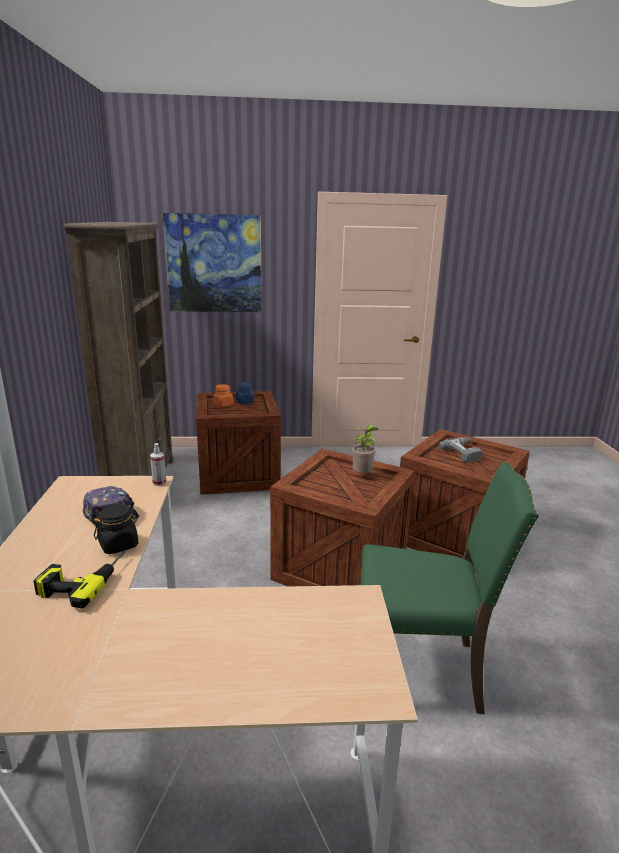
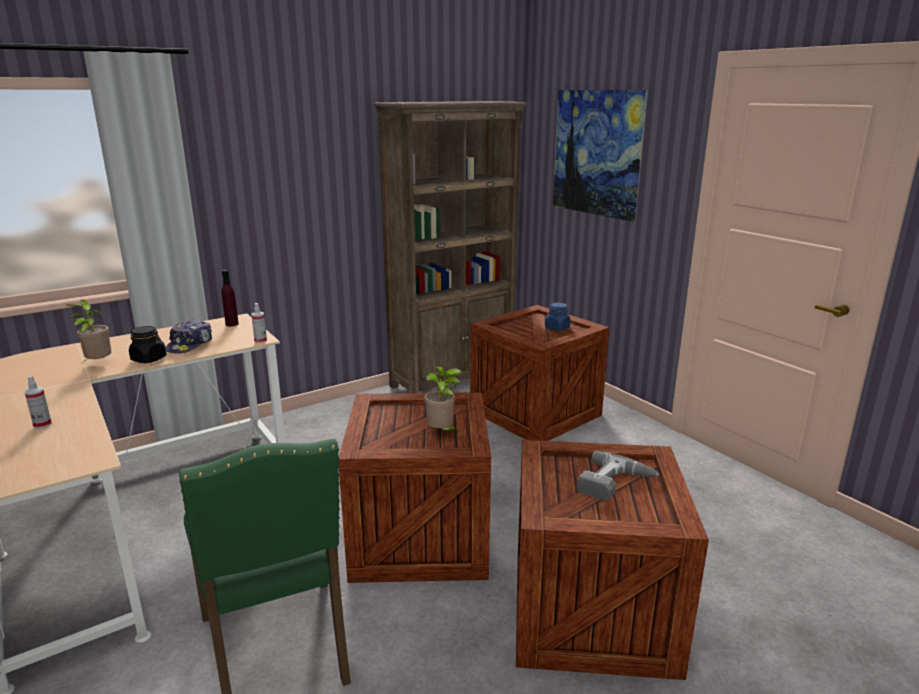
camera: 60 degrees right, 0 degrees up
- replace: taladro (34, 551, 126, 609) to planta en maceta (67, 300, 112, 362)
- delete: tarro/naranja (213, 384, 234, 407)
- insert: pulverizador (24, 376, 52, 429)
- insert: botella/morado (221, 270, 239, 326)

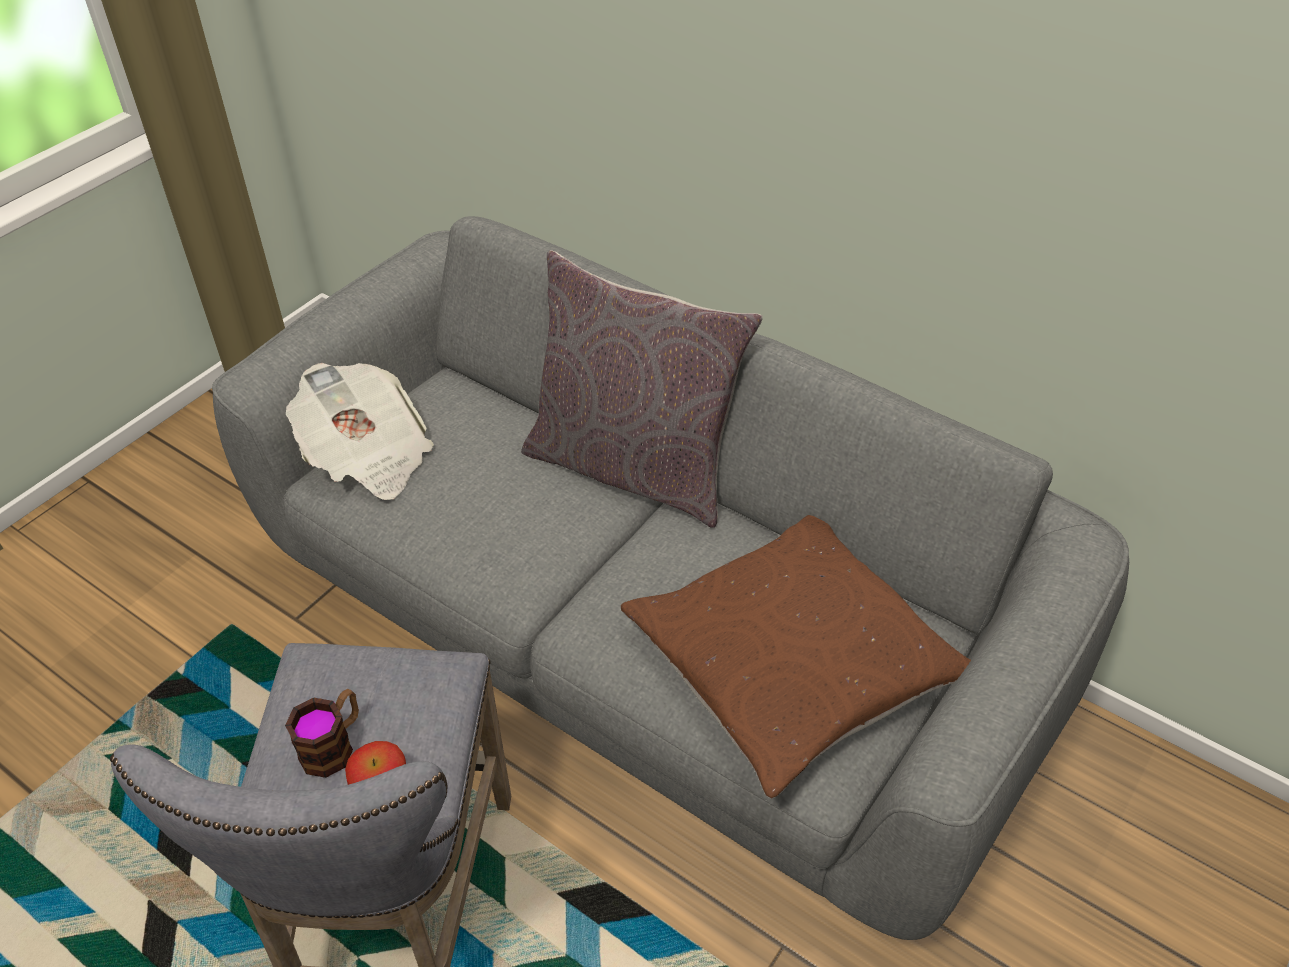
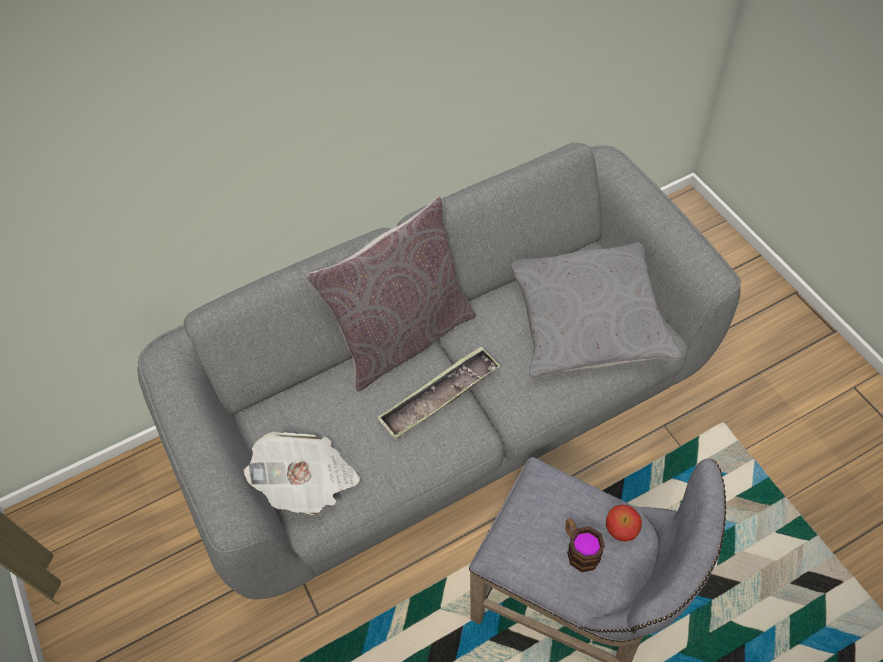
camera: 60 degrees left, 10 degrees up
- recolor: cojín/marrón (621, 515, 971, 799) to cojín/gris (510, 242, 683, 378)
- insert: bandeja (377, 346, 500, 439)

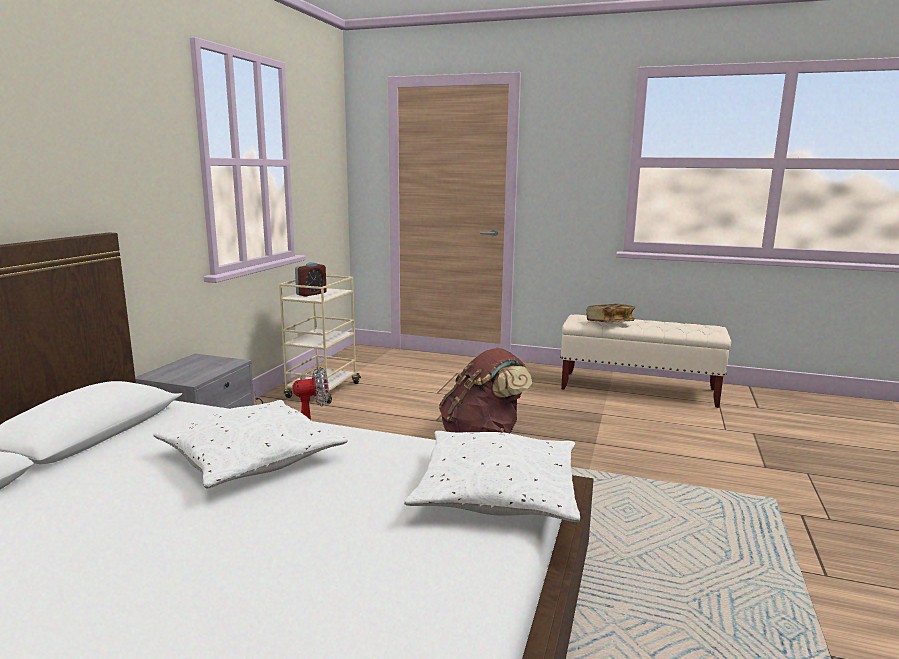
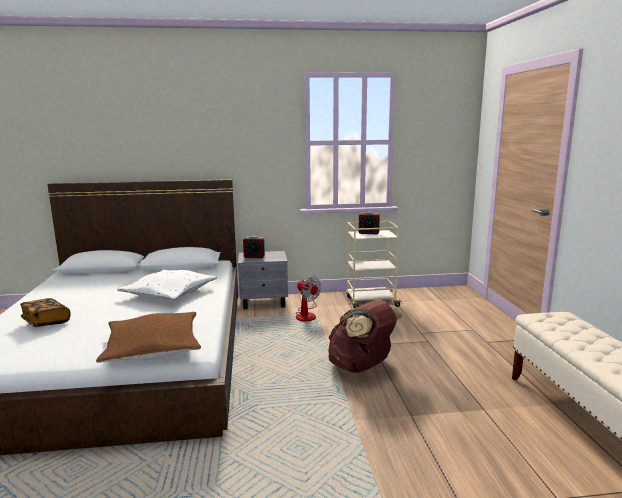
camera: 65 degrees right, 0 degrees up
- recolor: cojín/blanco (404, 431, 580, 522) to cojín/marrón (96, 312, 201, 363)
- move: libro (587, 304, 635, 322) to (20, 298, 71, 327)
- insert: despertador (243, 236, 265, 258)

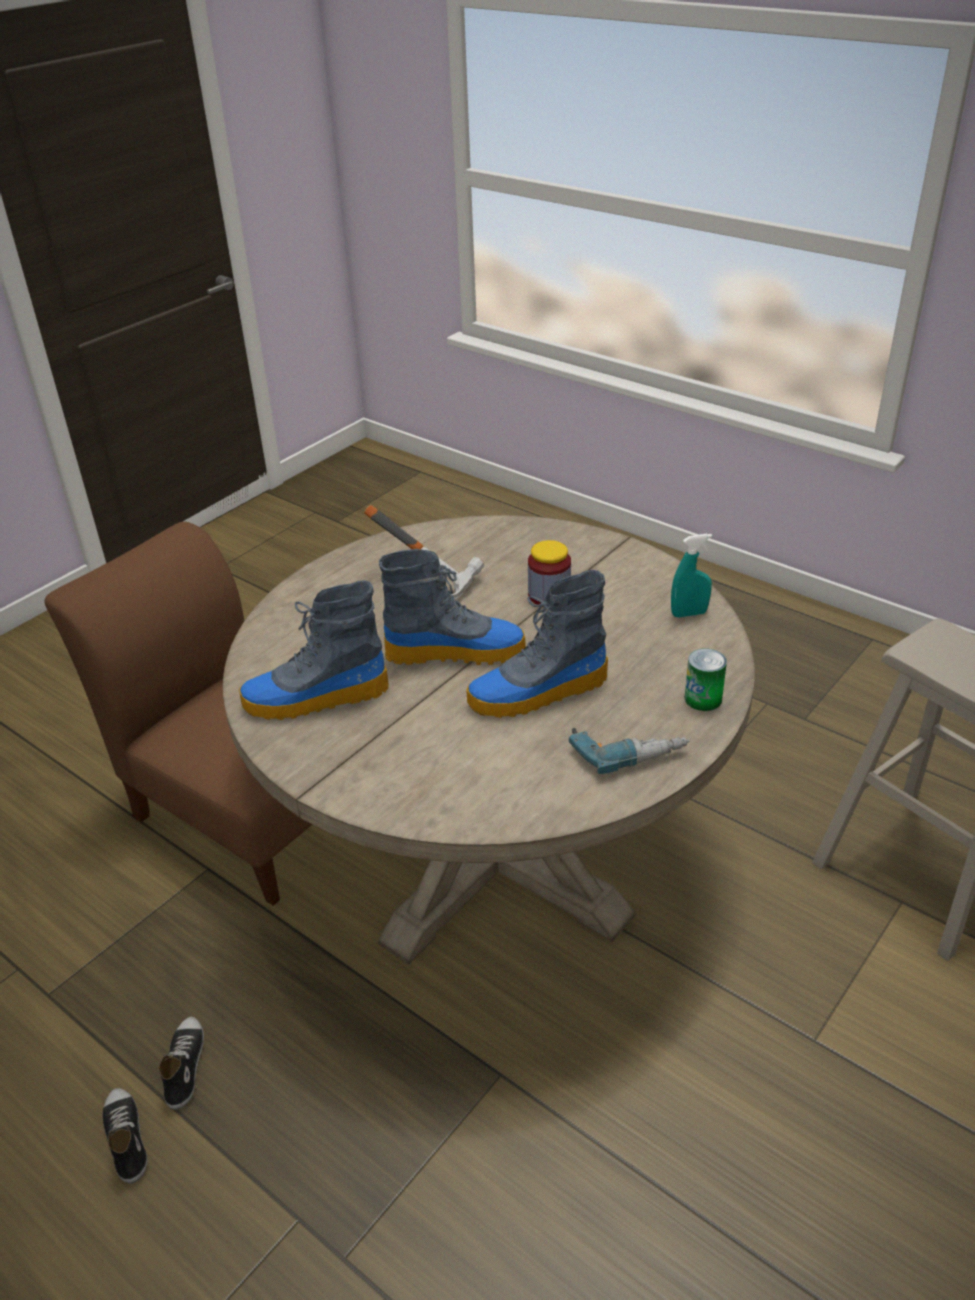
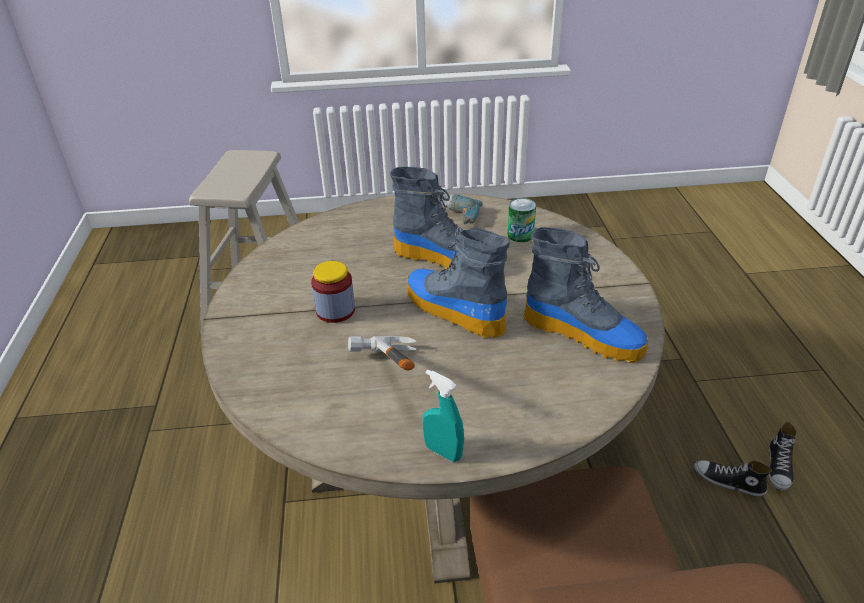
camera: 135 degrees left, 0 degrees up
- rotate: zapato (158, 1017, 204, 1110) = (694, 460, 772, 497) 75 degrees clockwise
- move: pulverizador/turquesa (671, 534, 712, 617) to (423, 369, 464, 462)
- move: lata (685, 648, 727, 711) to (508, 198, 536, 242)

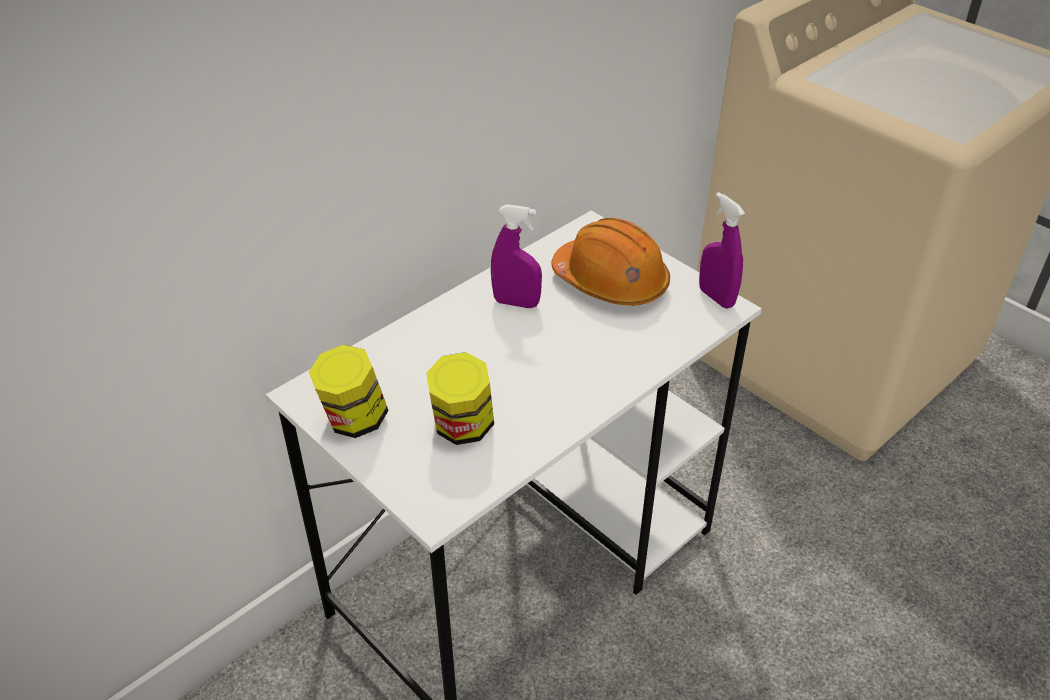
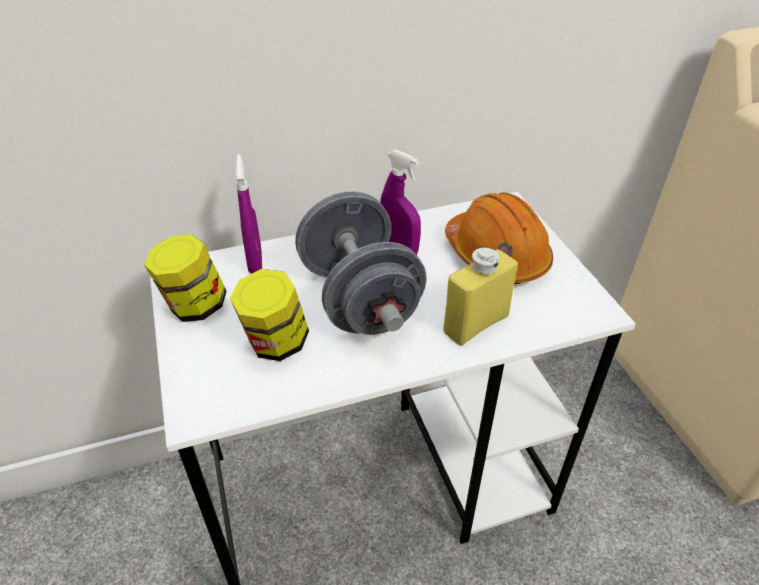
camera: 25 degrees right, 0 degrees up
- move: pulverizador/morado (699, 192, 745, 309) to (235, 154, 262, 273)
- insert: mancuerna/gris (295, 191, 427, 335)
- insert: botella/amarillo (443, 248, 518, 345)

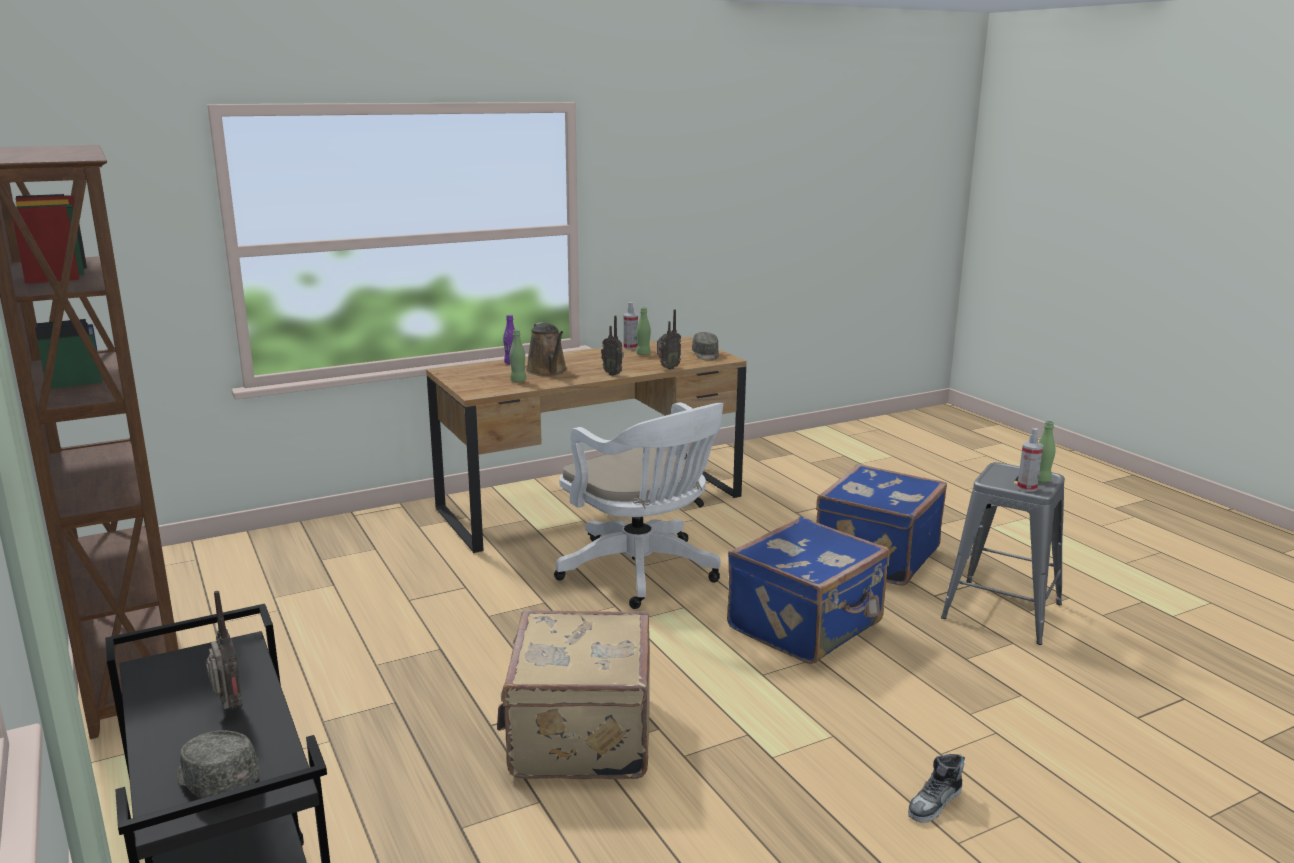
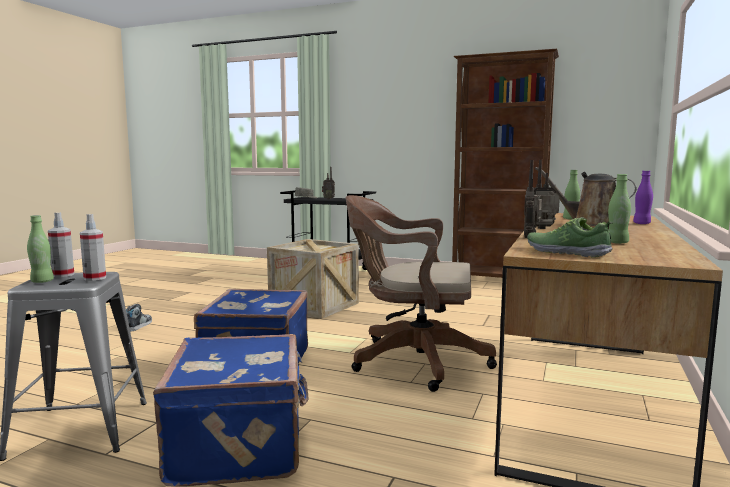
camera: 140 degrees right, 10 degrees down
- replace: maleta/beis (497, 610, 650, 779) to caja de embalaje (267, 239, 359, 319)
- recolor: silla de oficina/blanco (554, 402, 724, 609) to silla de oficina/marrón (346, 195, 497, 392)
- move: pulverizador (624, 302, 638, 349) to (80, 214, 106, 281)
- replace: gorra/gris (692, 332, 719, 360) to zapato (527, 217, 613, 258)

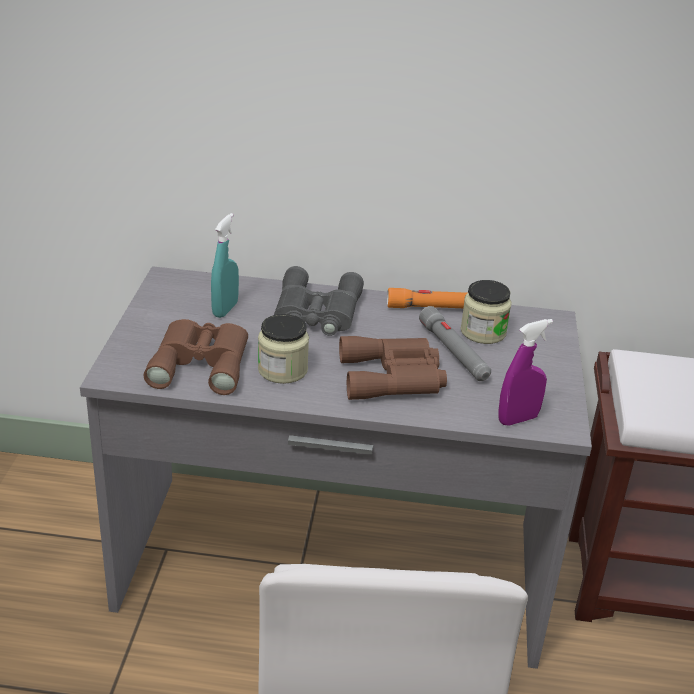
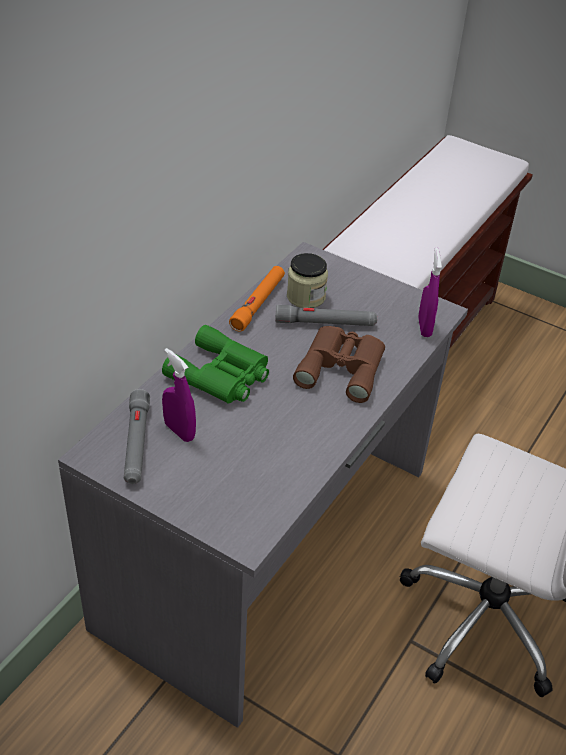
camera: 65 degrees left, 10 degrees up
- delete: prismáticos/marrón (144, 319, 248, 395)
- recolor: pulverizador/turquesa (211, 213, 239, 318) to pulverizador/morado (162, 348, 196, 442)
- delete: tarro (258, 314, 309, 384)
- recolor: prismáticos/gris (274, 266, 364, 336) to prismáticos/verde (162, 325, 269, 404)
- insert: linterna/gris (124, 389, 150, 484)

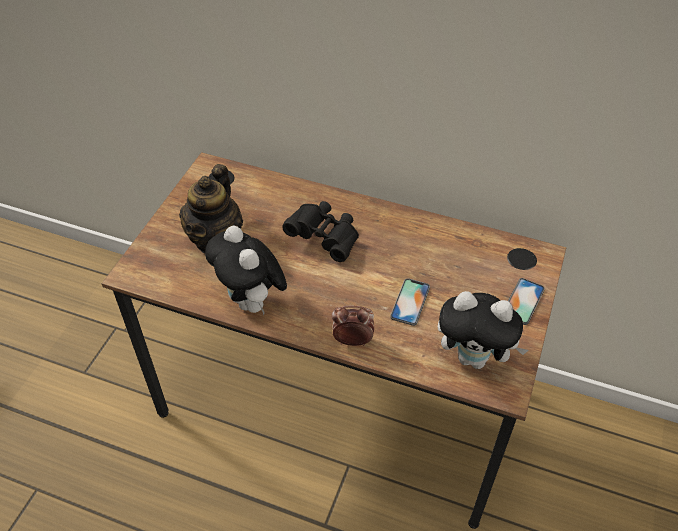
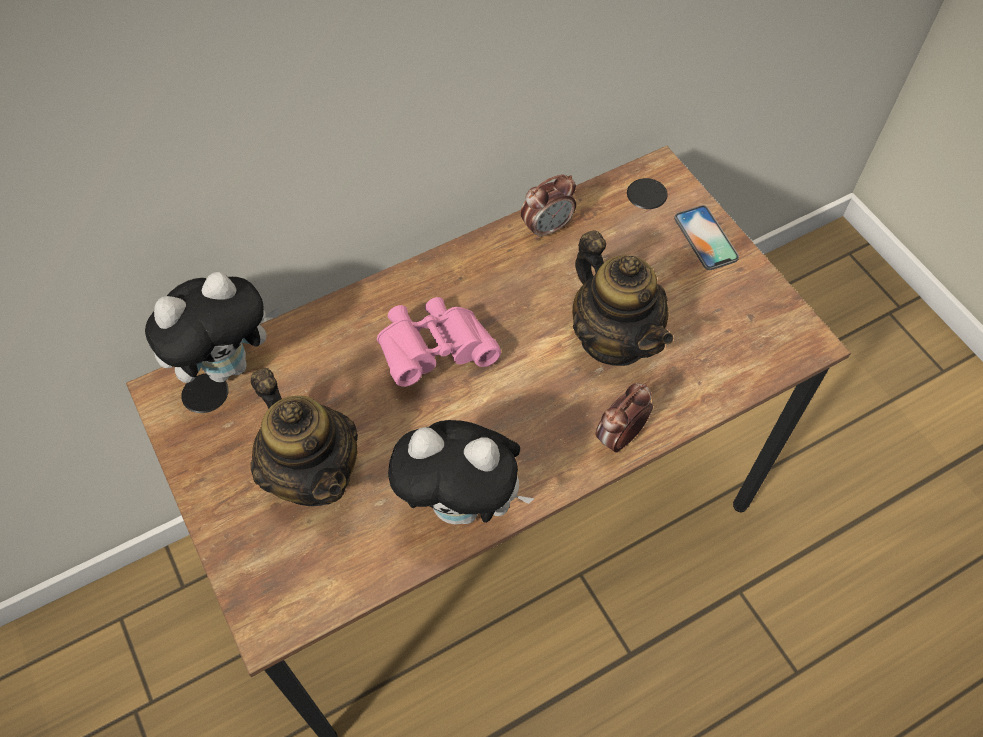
camera: 50 degrees left, 10 degrees up
- recolor: prismáticos/negro (282, 201, 359, 262) to prismáticos/rosa (377, 297, 501, 387)
- replace: móvil (390, 278, 430, 326) to tetera (572, 231, 673, 366)
- move: peluche (438, 291, 529, 369) to (145, 272, 280, 383)
- insert: despertador (520, 174, 576, 240)

